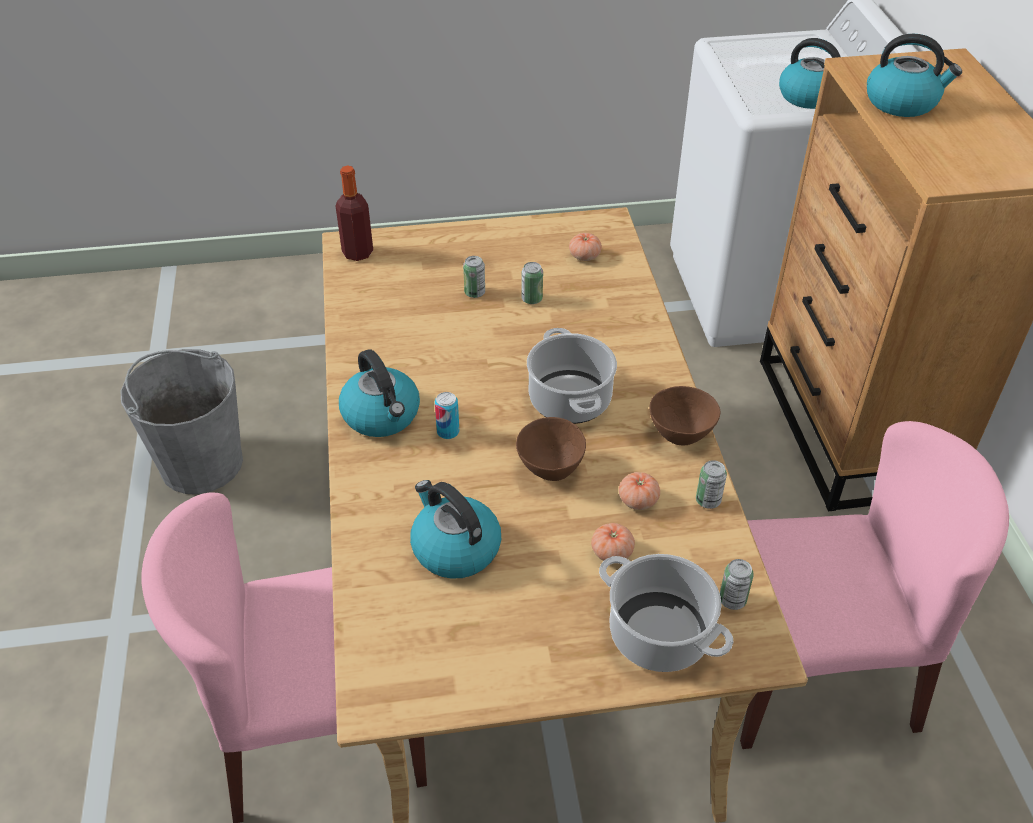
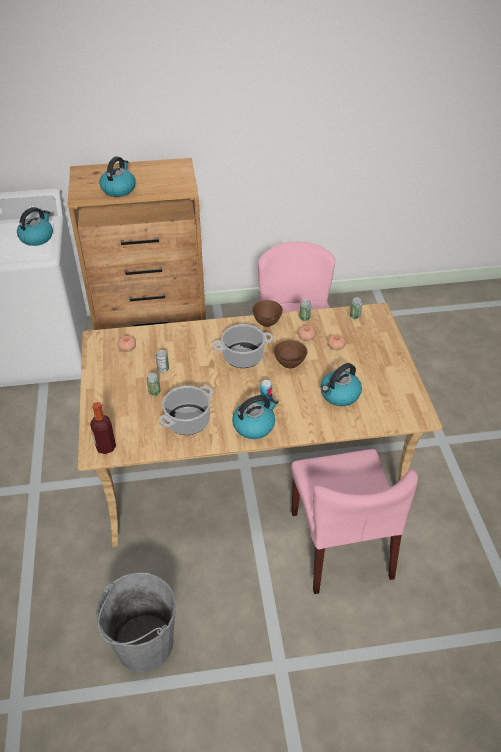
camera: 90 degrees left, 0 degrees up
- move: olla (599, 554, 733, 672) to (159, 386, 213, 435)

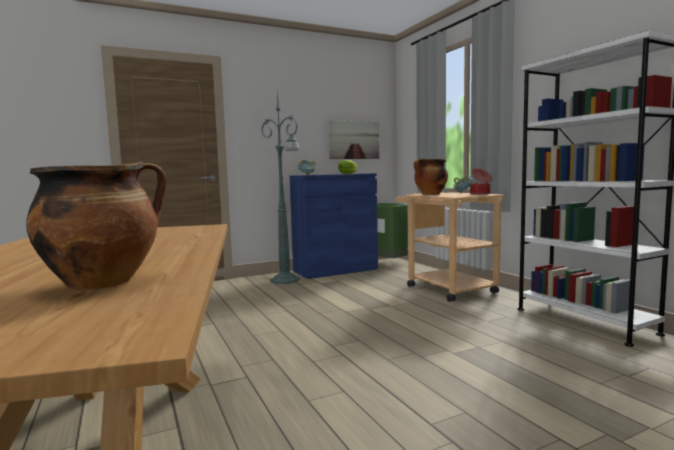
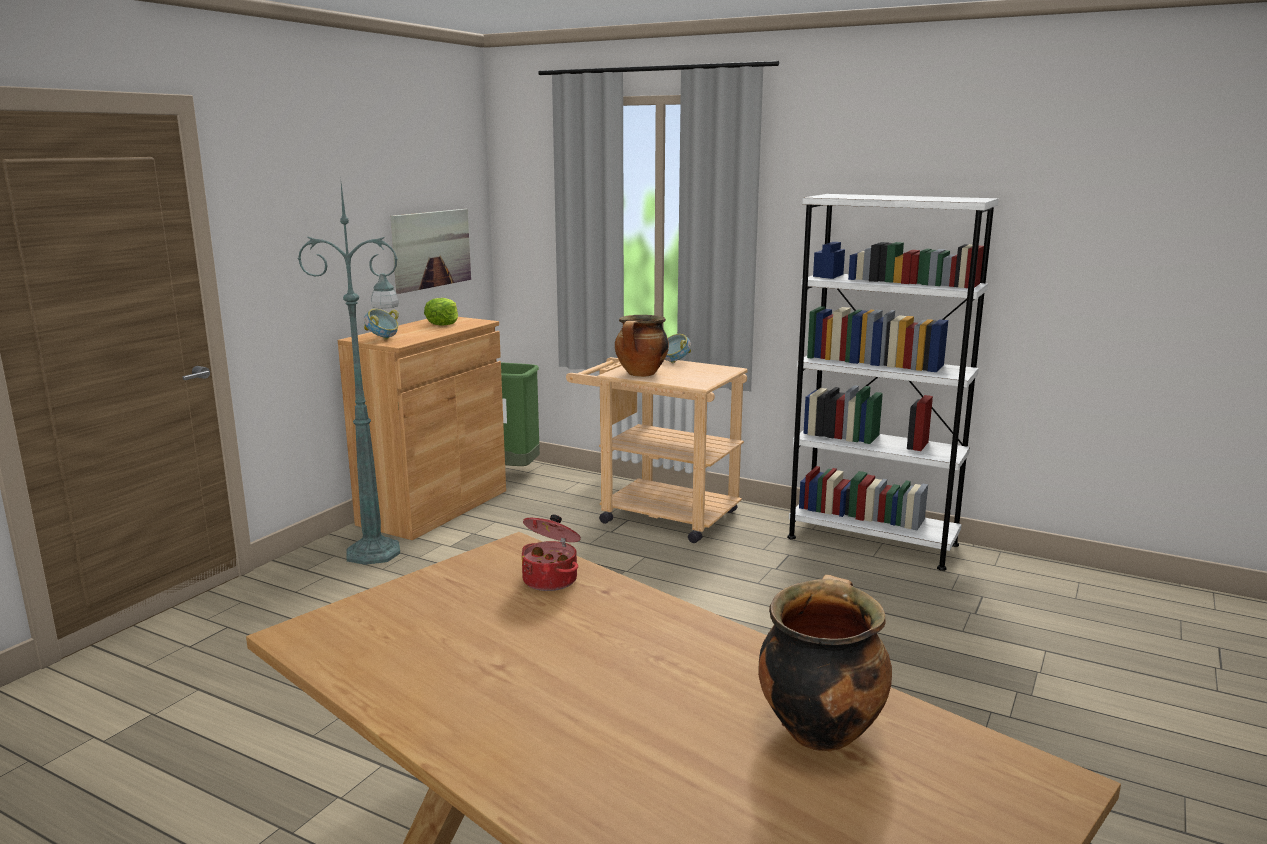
camera: 35 degrees left, 10 degrees up
- recolor: armario/azul (290, 173, 378, 279) to armario/marrón (338, 317, 506, 540)
- move: olla (470, 168, 492, 195) to (522, 514, 581, 591)

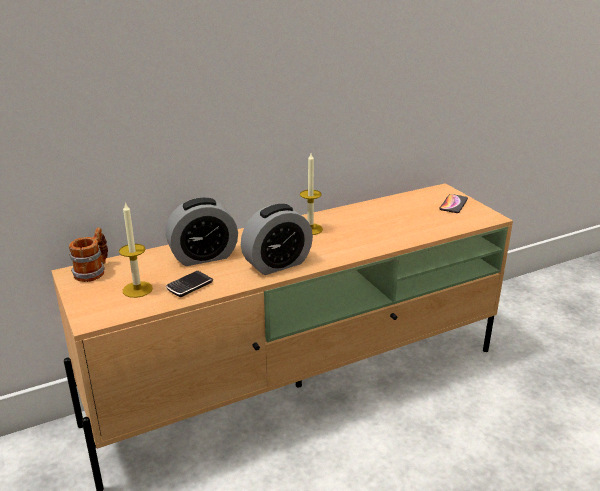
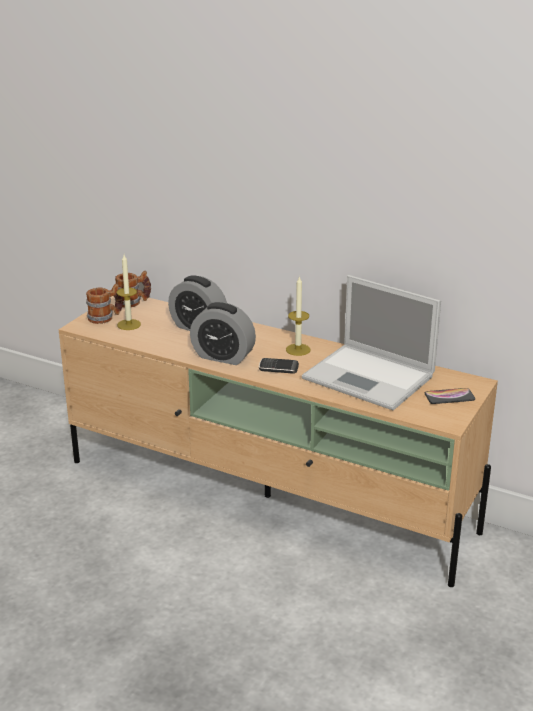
camera: 55 degrees right, 0 degrees up
- move: móvil (166, 271, 213, 297) to (259, 358, 299, 374)
- insert: taza grande (86, 284, 123, 324)
- insert: portátil (302, 275, 441, 410)

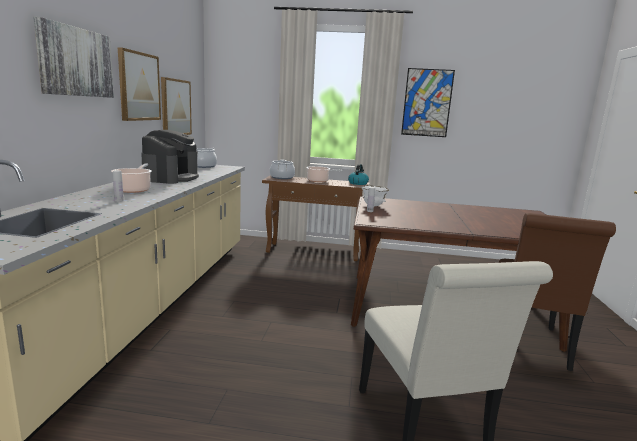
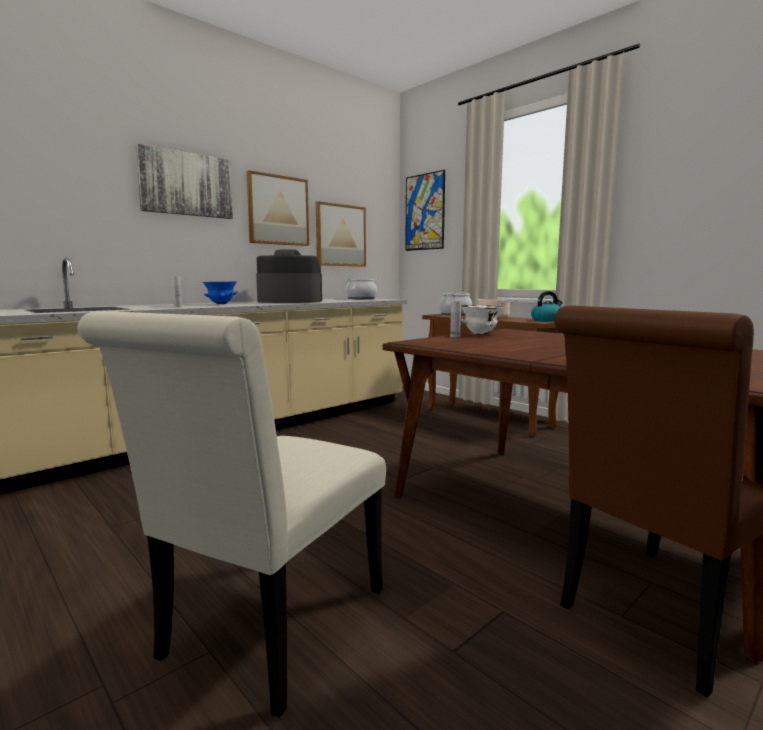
camera: 40 degrees right, 5 degrees down
- replace: olla (111, 164, 152, 193) to cuenco/azul (203, 281, 238, 304)
- rotate: cafetera (141, 130, 199, 184) = (256, 249, 322, 303) 135 degrees counterclockwise
- move: cuadro (401, 68, 455, 137) to (405, 170, 445, 251)

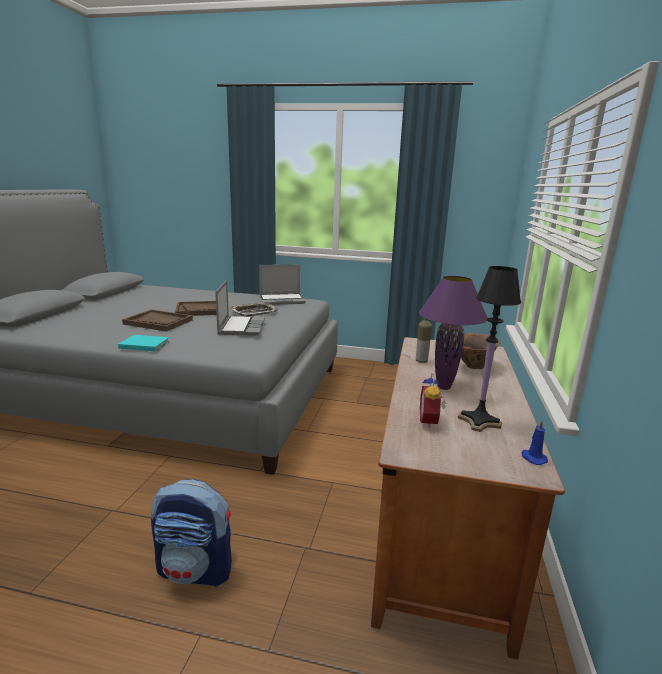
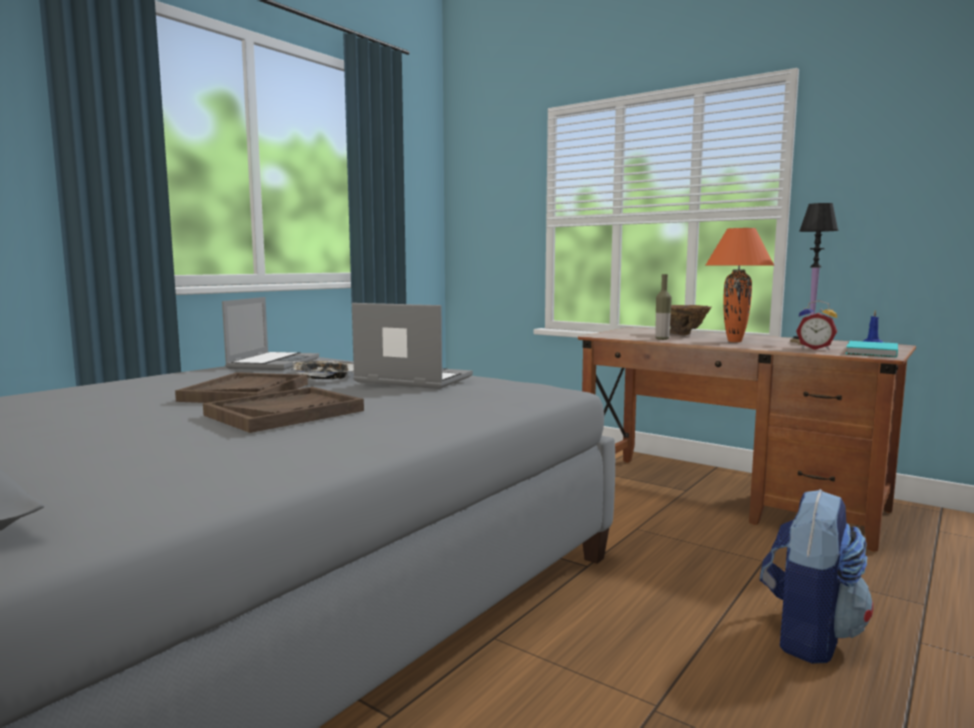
camera: 65 degrees left, 10 degrees down
- move: libro/turquesa (118, 335, 169, 352) to (846, 341, 898, 357)
- recolor: lámpara de mesa/morado (419, 276, 488, 390) to lámpara de mesa/naranja (706, 228, 774, 342)

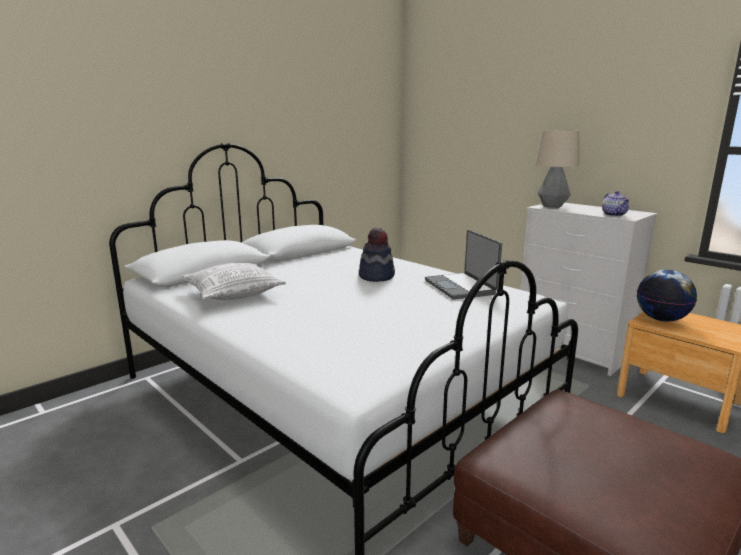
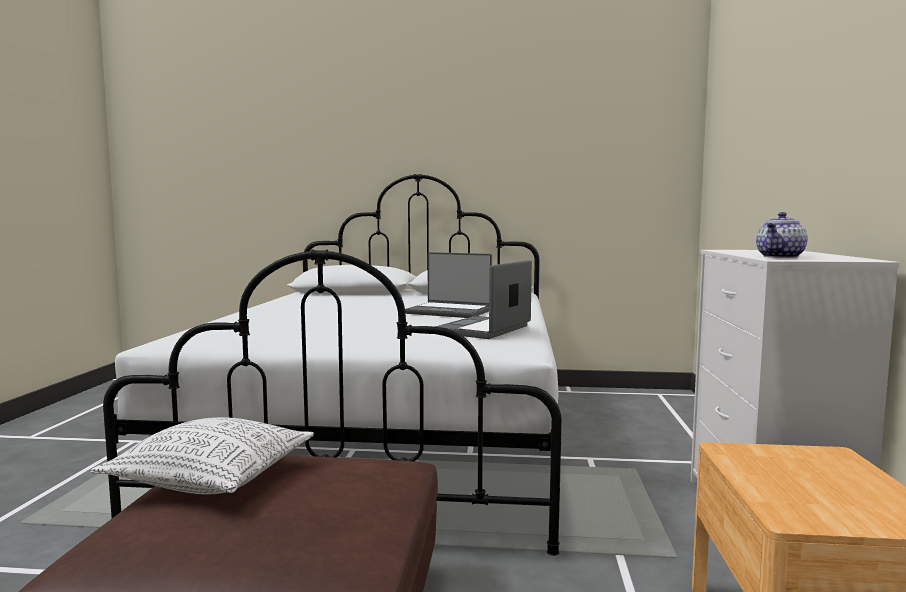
camera: 50 degrees right, 10 degrees down
- move: cojín (182, 263, 286, 300) to (90, 417, 314, 494)
- replace: sombrero (359, 227, 395, 282) to portátil (405, 252, 492, 318)
- delete: lámpara de mesa (535, 130, 579, 208)
- delete: globo terráqueo (637, 270, 697, 322)

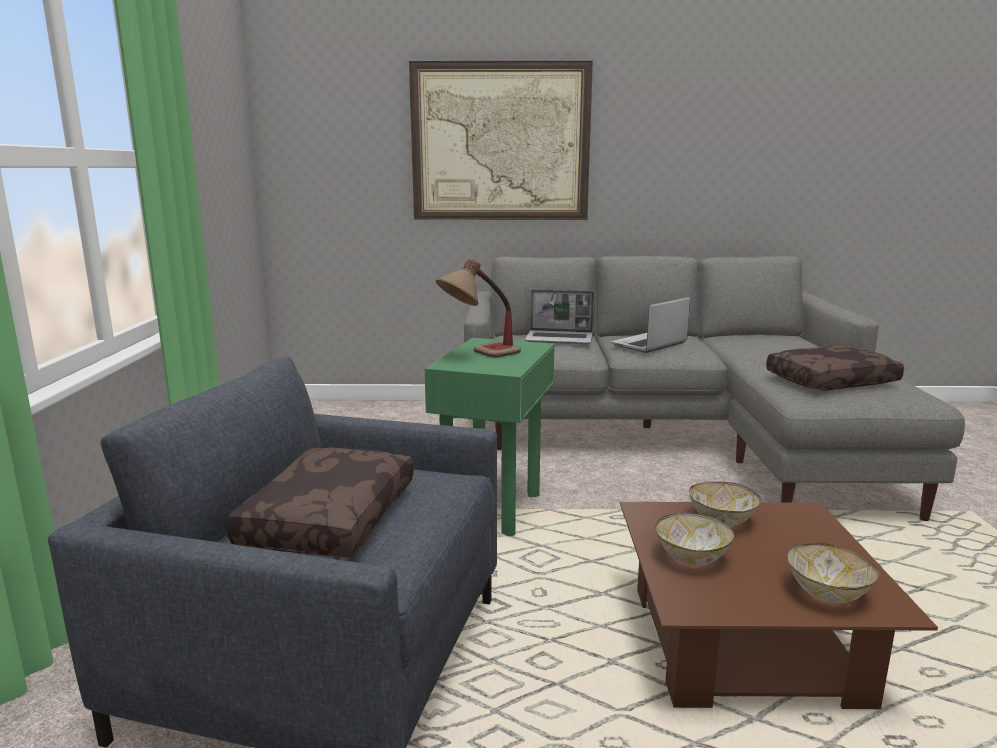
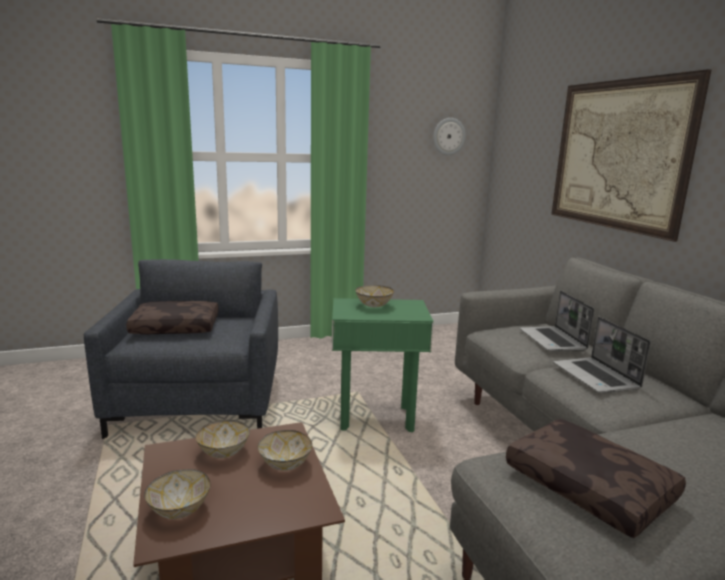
camera: 70 degrees right, 0 degrees up
- replace: lámpara de mesa (436, 258, 521, 358) to cuenco (355, 285, 394, 307)
- rotate: portátil (611, 297, 690, 353) = (553, 317, 651, 393) 135 degrees counterclockwise
- insert: reloj de pared (433, 118, 466, 155)

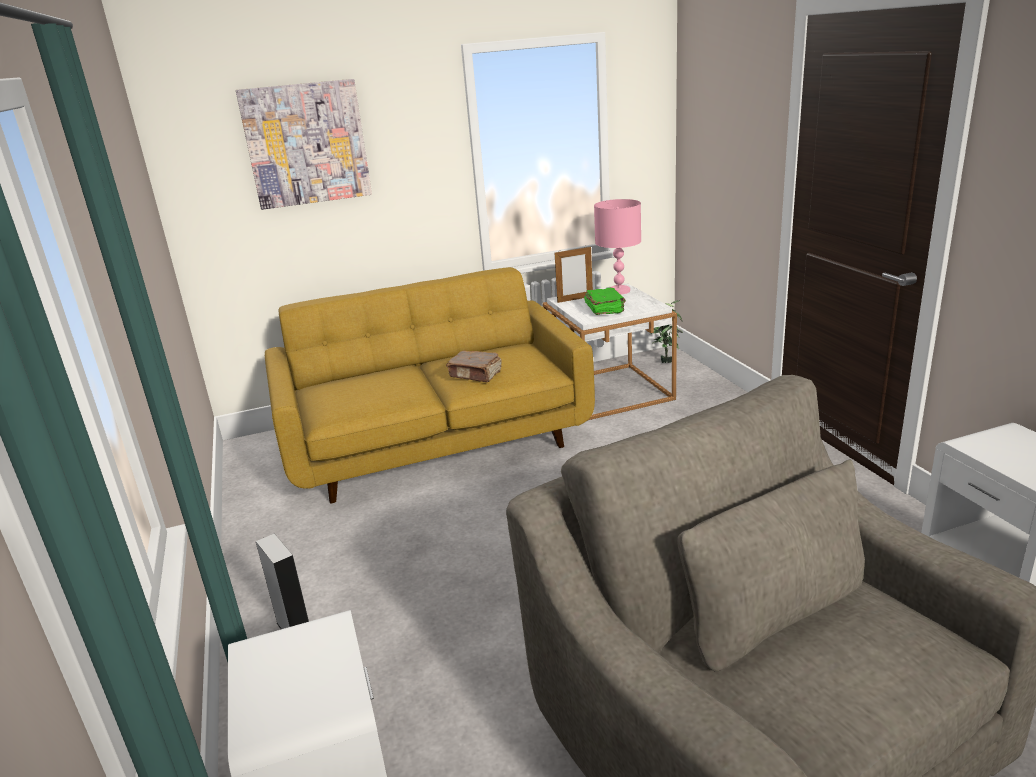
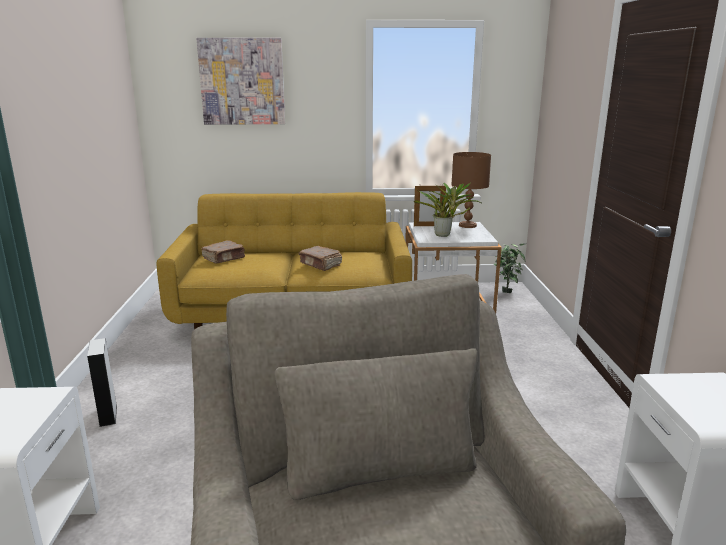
camera: 15 degrees right, 5 degrees down
- replace: libro/verde (584, 287, 626, 315) to planta en maceta (414, 183, 481, 237)
- recolor: lámpara de mesa/rosa (594, 199, 641, 295) to lámpara de mesa/marrón (452, 152, 491, 228)
- insert: libro/marrón (202, 240, 245, 263)

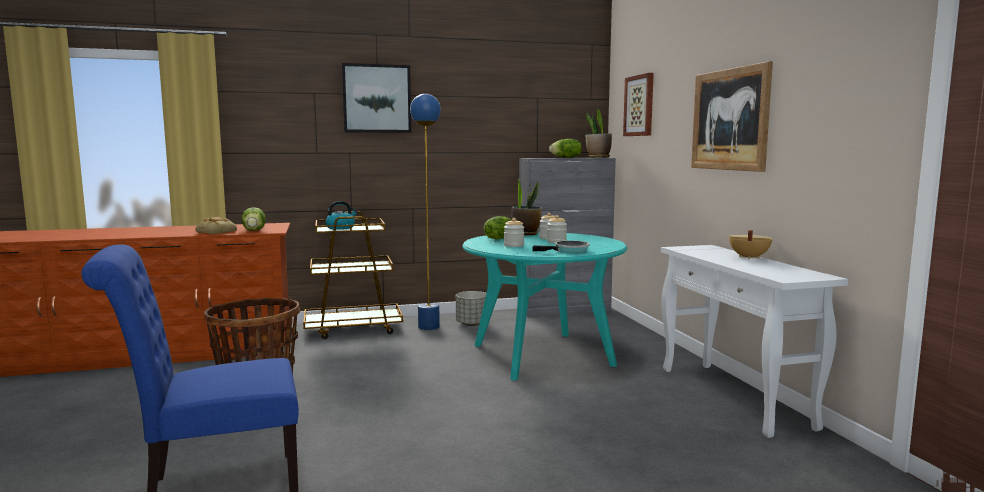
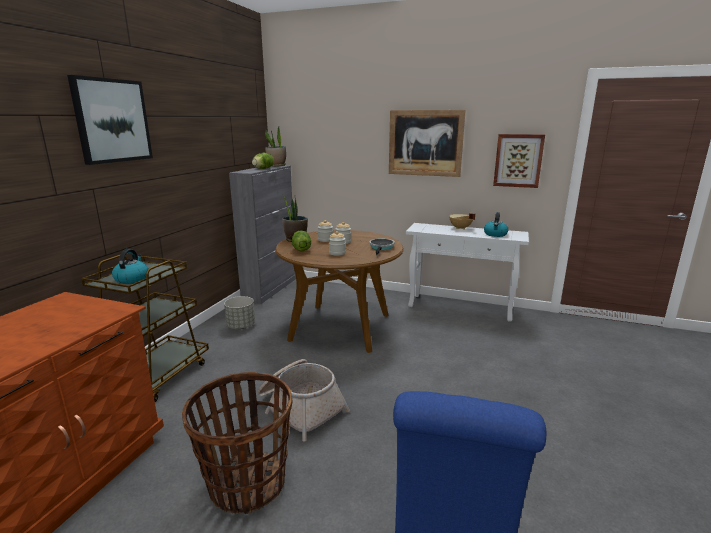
camera: 55 degrees left, 10 degrees up
- delete: pan (195, 217, 237, 234)
- delete: lechuga (242, 207, 266, 231)
- delete: lámpara de pie/azul (410, 94, 441, 330)
- recolor: mesa de comedor/turquesa (462, 232, 627, 381) to mesa de comedor/marrón (275, 230, 404, 353)
- move: cuadro (623, 73, 654, 136) to (493, 134, 545, 188)
- insert: cesta (258, 359, 350, 442)
- insert: hervidor (484, 212, 509, 237)

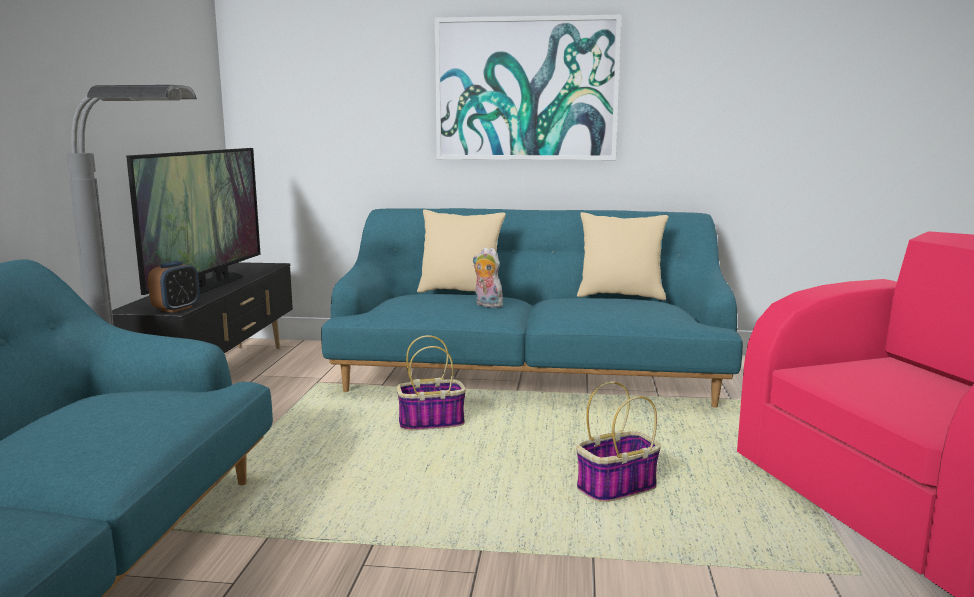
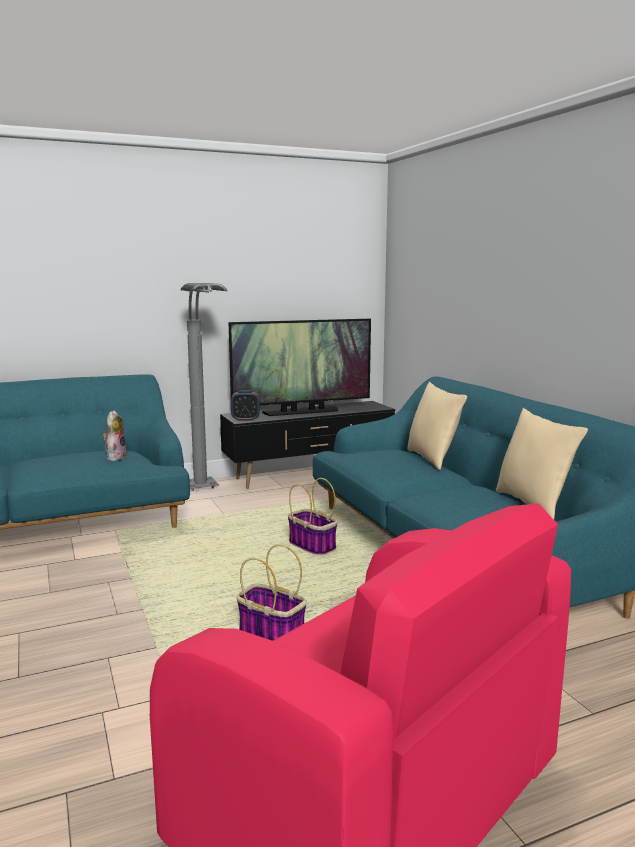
camera: 60 degrees right, 0 degrees up
- delete: cuadro (435, 15, 621, 160)
- move: peluche (472, 247, 503, 308) to (103, 410, 127, 461)

